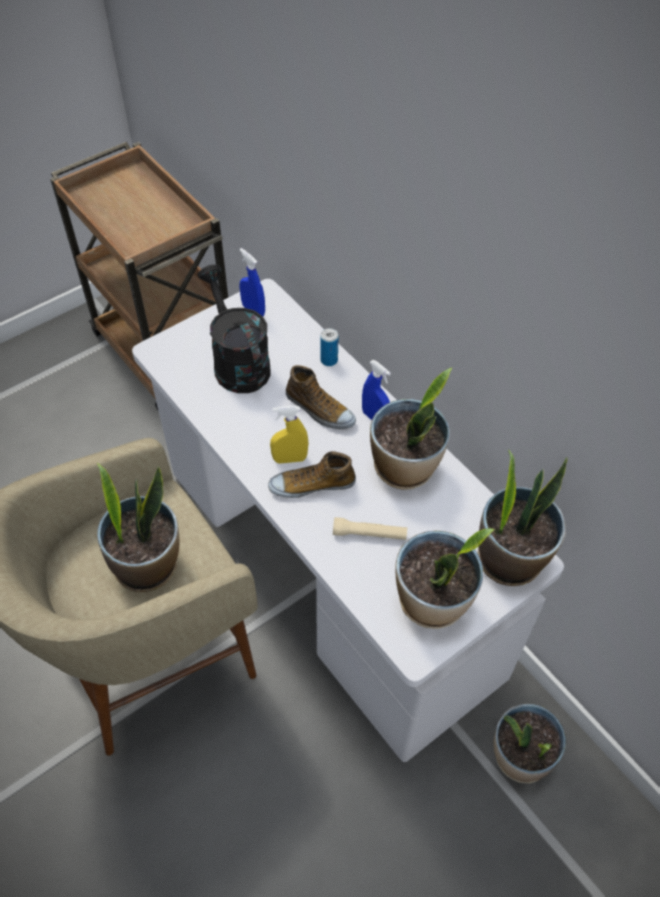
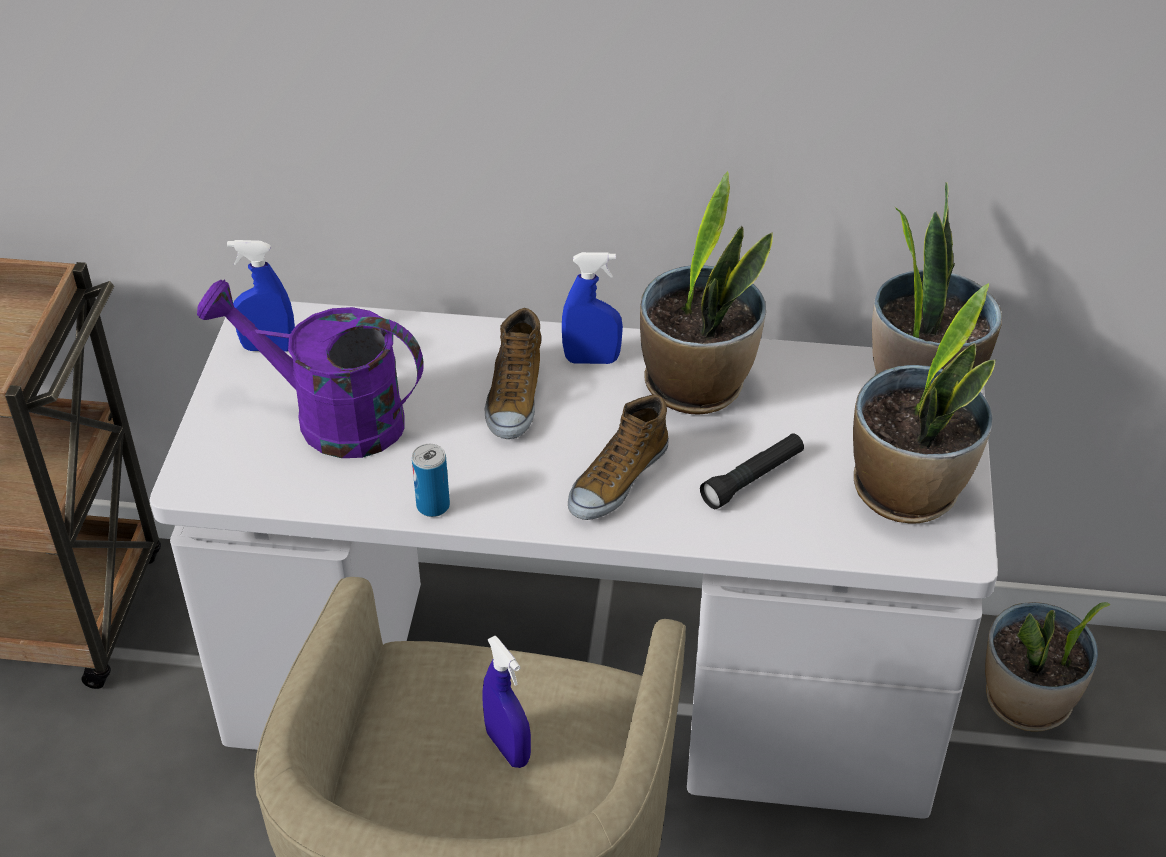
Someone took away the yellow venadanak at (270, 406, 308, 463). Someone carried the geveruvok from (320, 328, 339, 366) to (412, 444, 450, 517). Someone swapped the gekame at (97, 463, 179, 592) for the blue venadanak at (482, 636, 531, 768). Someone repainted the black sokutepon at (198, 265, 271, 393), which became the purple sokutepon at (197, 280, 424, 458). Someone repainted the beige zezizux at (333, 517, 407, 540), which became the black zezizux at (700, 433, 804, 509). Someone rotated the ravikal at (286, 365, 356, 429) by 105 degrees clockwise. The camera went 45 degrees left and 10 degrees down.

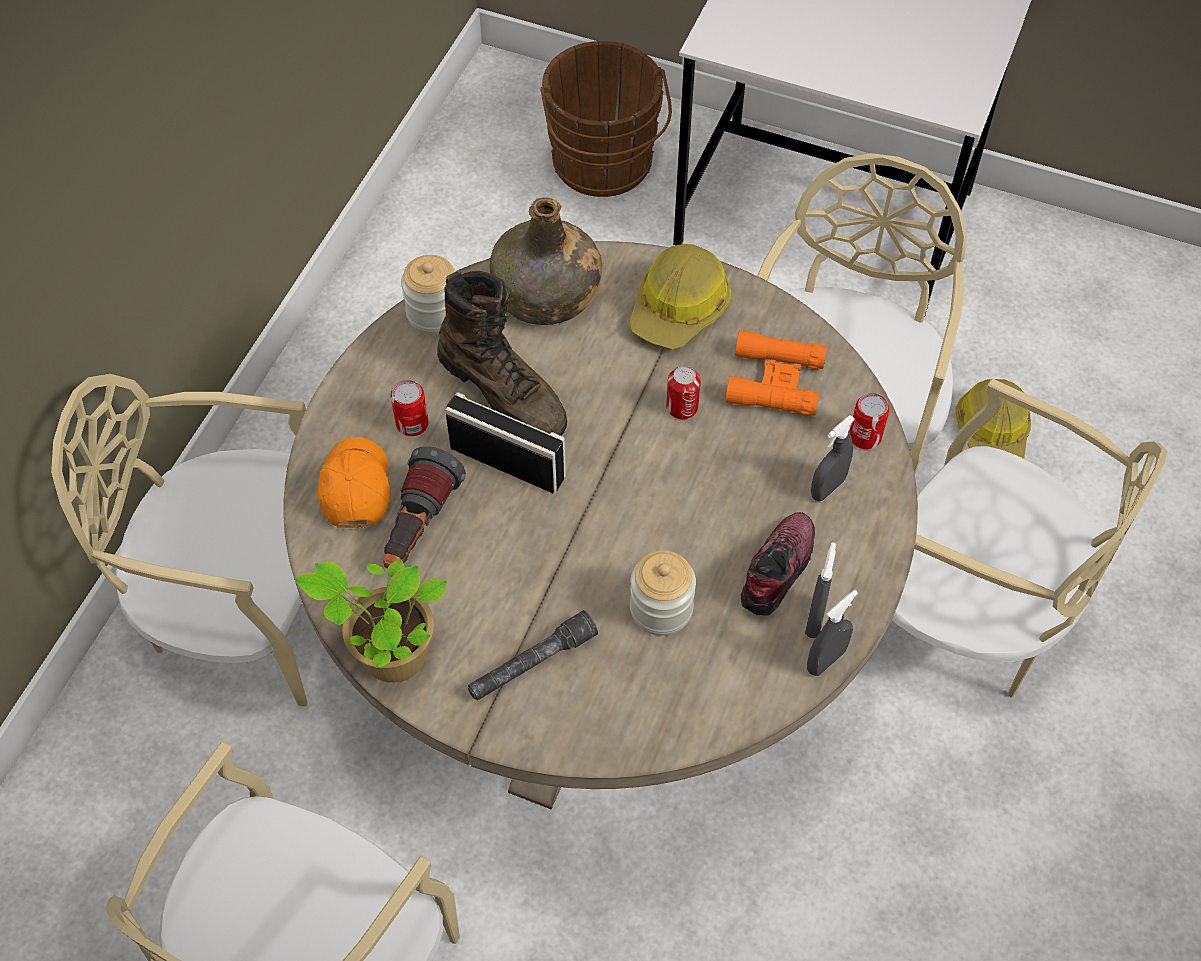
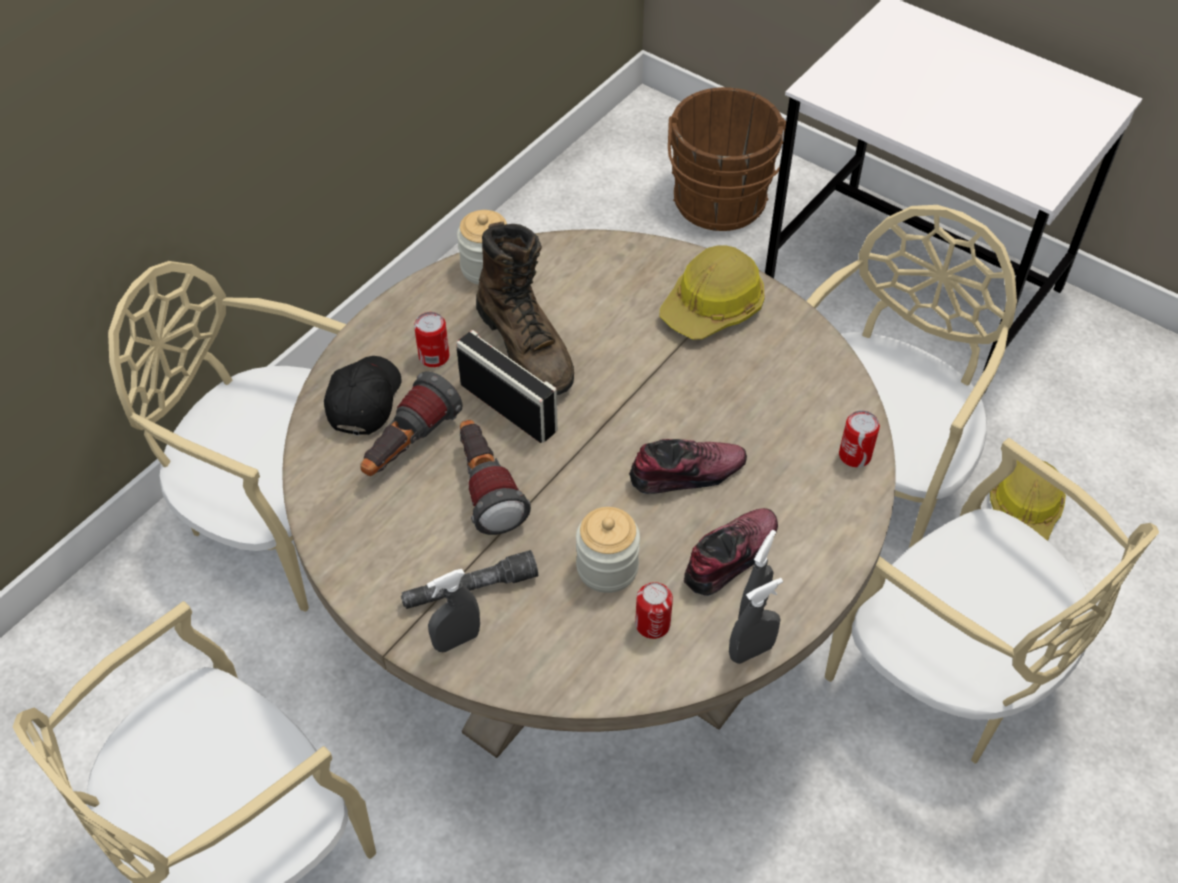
Someone took away the gekame at (295, 560, 447, 683). Someone took away the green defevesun at (490, 197, 602, 325). Someone took away the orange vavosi at (725, 330, 827, 416). Someone put down the zezizux at (460, 420, 531, 535). Someone put down the ravikal at (629, 439, 747, 494). Someone carried the geveruvok from (666, 366, 701, 419) to (635, 582, 673, 639). Someone carried the grey venadanak from (811, 415, 855, 501) to (427, 569, 480, 652). Someone repainted the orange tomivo at (318, 437, 391, 528), which became the black tomivo at (324, 356, 402, 436). The camera went 15 degrees right and 5 degrees down.

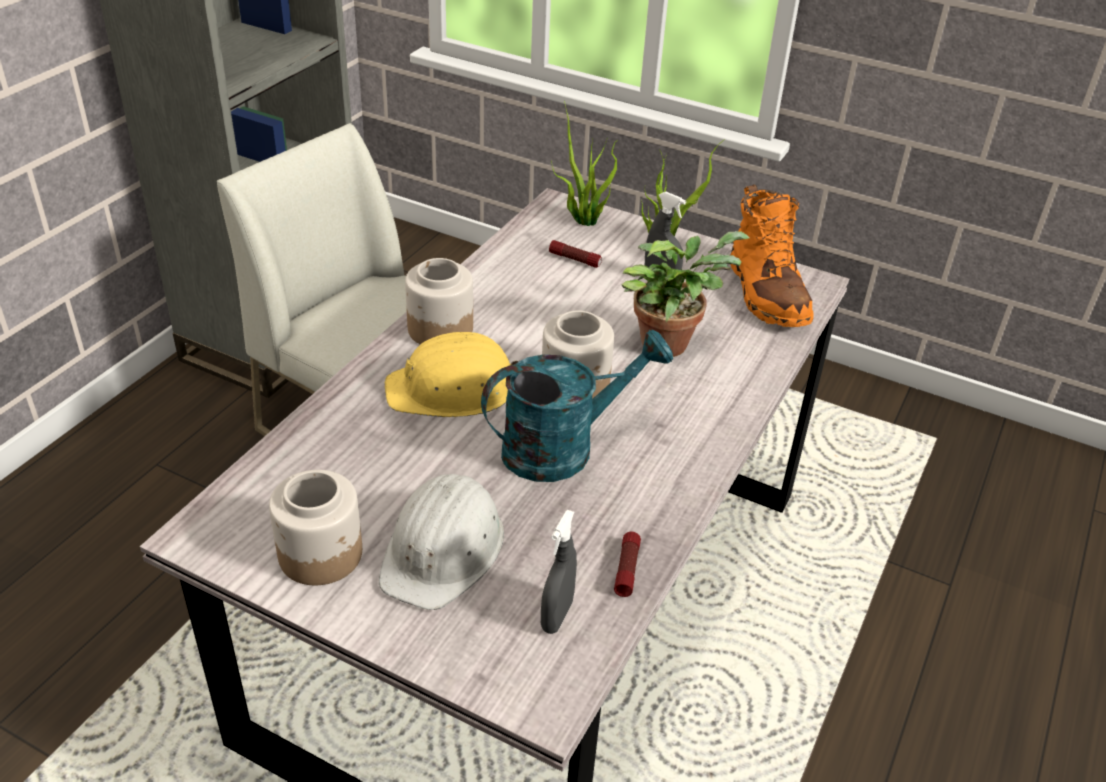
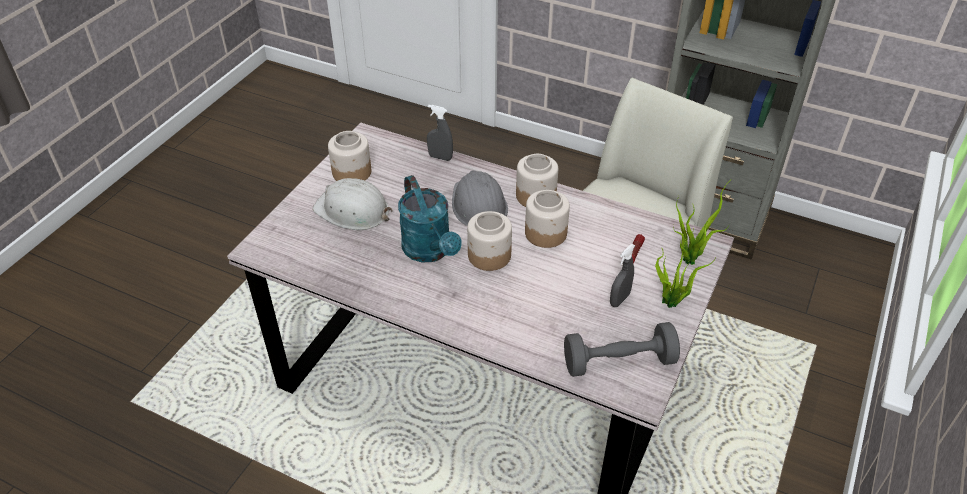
Someone took away the zezizux at (614, 531, 641, 597). Someone took away the gekame at (621, 231, 750, 357). Someone put down the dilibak at (525, 190, 570, 248). Someone carried the grey venadanak from (541, 510, 577, 634) to (427, 105, 453, 161). Someone swapped the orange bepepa at (730, 184, 814, 327) for the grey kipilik at (564, 322, 680, 377). Someone repainted the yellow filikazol at (385, 332, 519, 417), which became the grey filikazol at (452, 170, 508, 226). The camera went 90 degrees right and 5 degrees up.

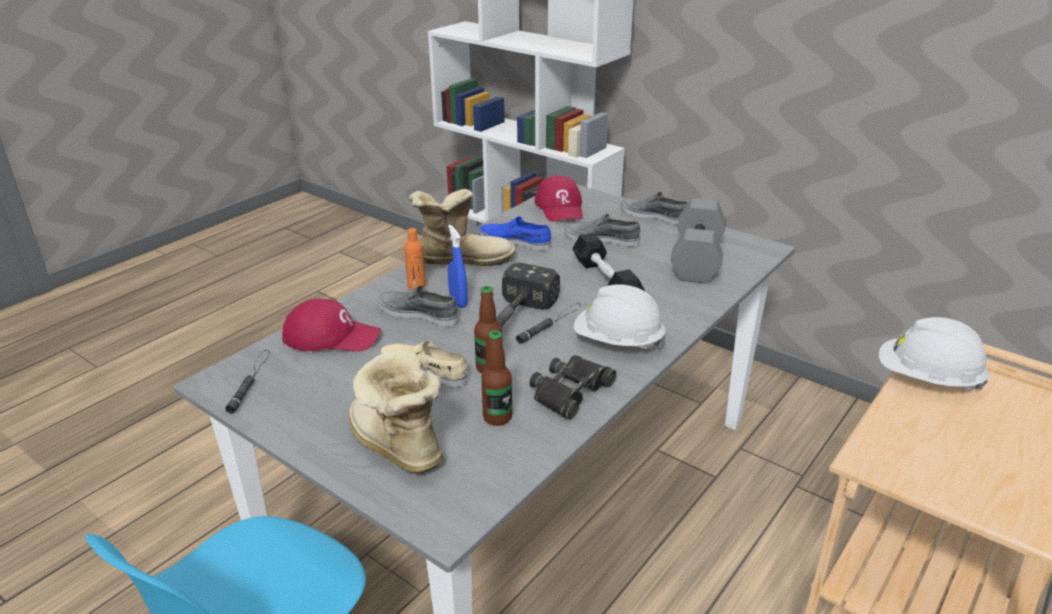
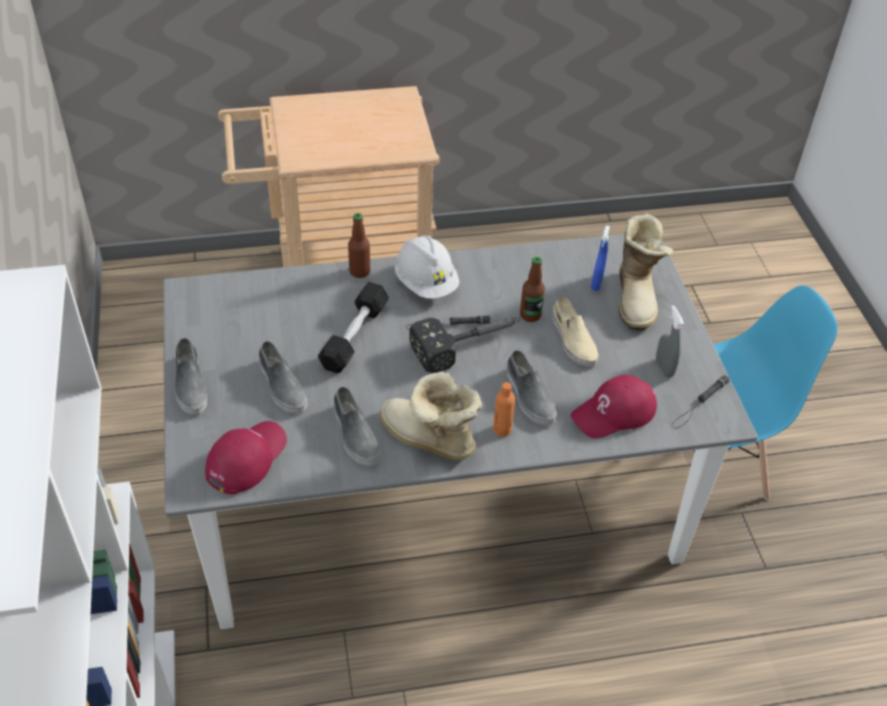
Someone took away the black vavosi at (530, 355, 617, 420). Someone took away the grey kipilik at (671, 198, 726, 283). Someone took away the white filikazol at (879, 317, 989, 390). Someone put down the grey venadanak at (656, 305, 684, 378). Someone carried the blue venadanak from (448, 225, 468, 308) to (591, 225, 610, 291). Someone carried the defevesun from (481, 330, 512, 426) to (348, 213, 370, 278). Someone repainted the blue ravikal at (479, 216, 551, 251), which became the grey ravikal at (334, 387, 380, 466). Someone rotated the red tomivo at (282, 299, 381, 352) by 75 degrees counterclockwise. The camera went 140 degrees left and 15 degrees up.

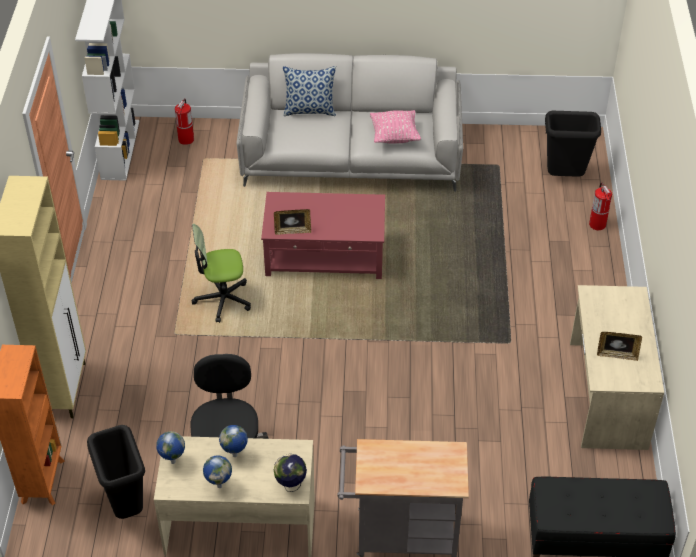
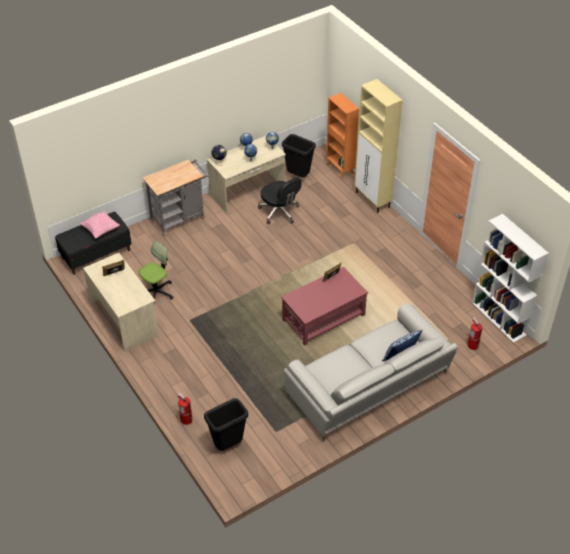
Someone carried the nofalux from (192, 224, 251, 323) to (139, 241, 174, 305). Someone carried the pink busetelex from (370, 110, 421, 143) to (80, 211, 120, 239). The camera went 145 degrees right and 0 degrees up.

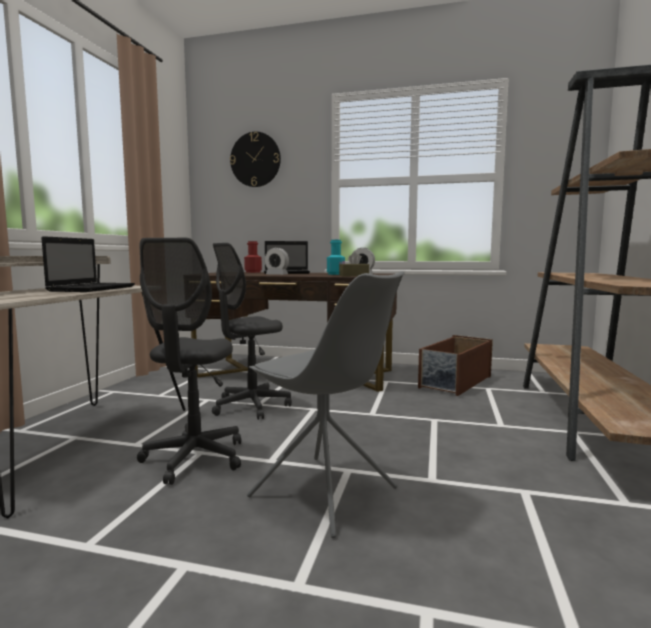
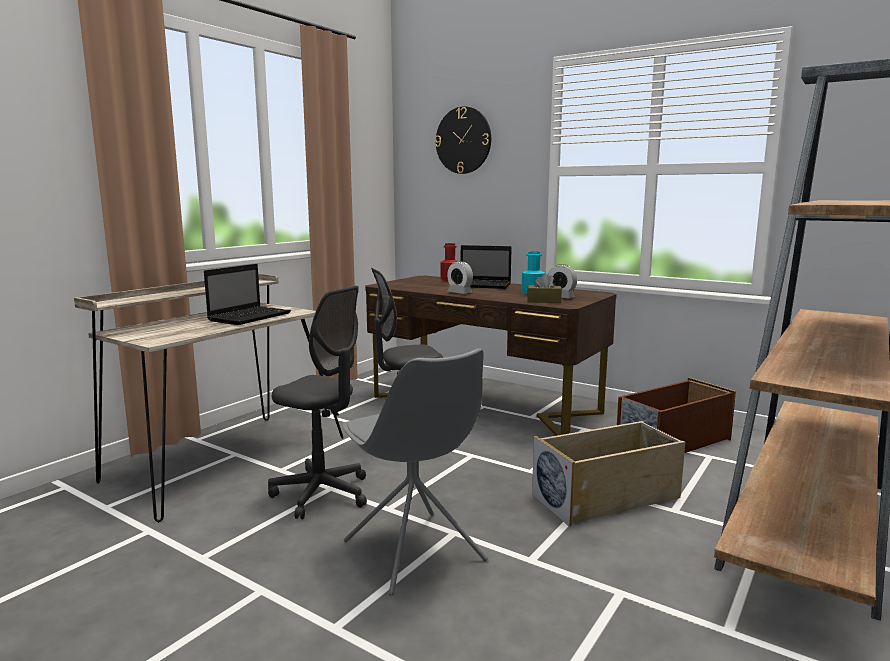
Someone put down the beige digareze at (532, 421, 685, 527). Someone rotated the grey nofalux at (137, 238, 241, 485) by 90 degrees counterclockwise. The camera went 20 degrees right and 5 degrees up.

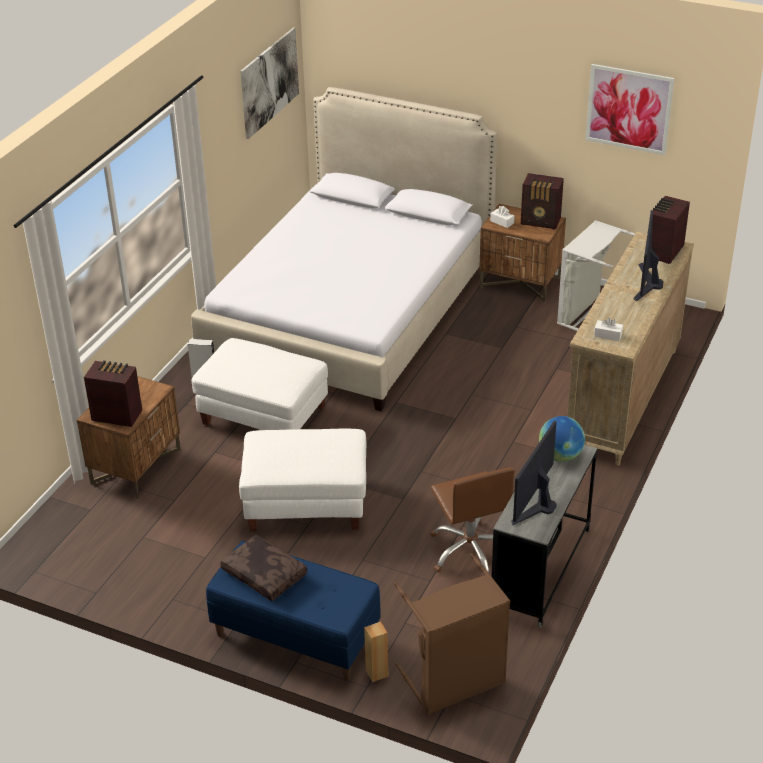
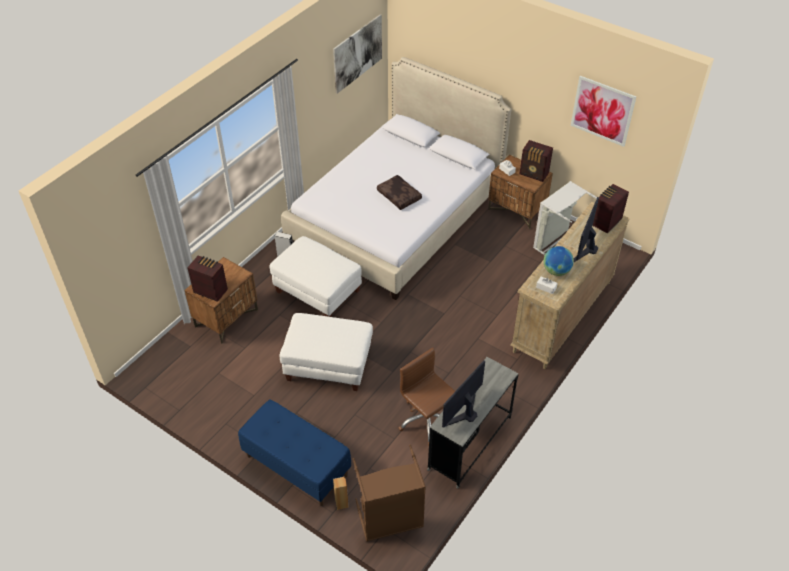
Someone carried the brown busetelex from (220, 535, 307, 601) to (377, 175, 422, 210). Someone carried the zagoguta from (539, 416, 585, 462) to (543, 246, 574, 276). Someone rotated the brown nofalux at (430, 467, 515, 574) by 150 degrees clockwise. The camera went 10 degrees right and 10 degrees up.

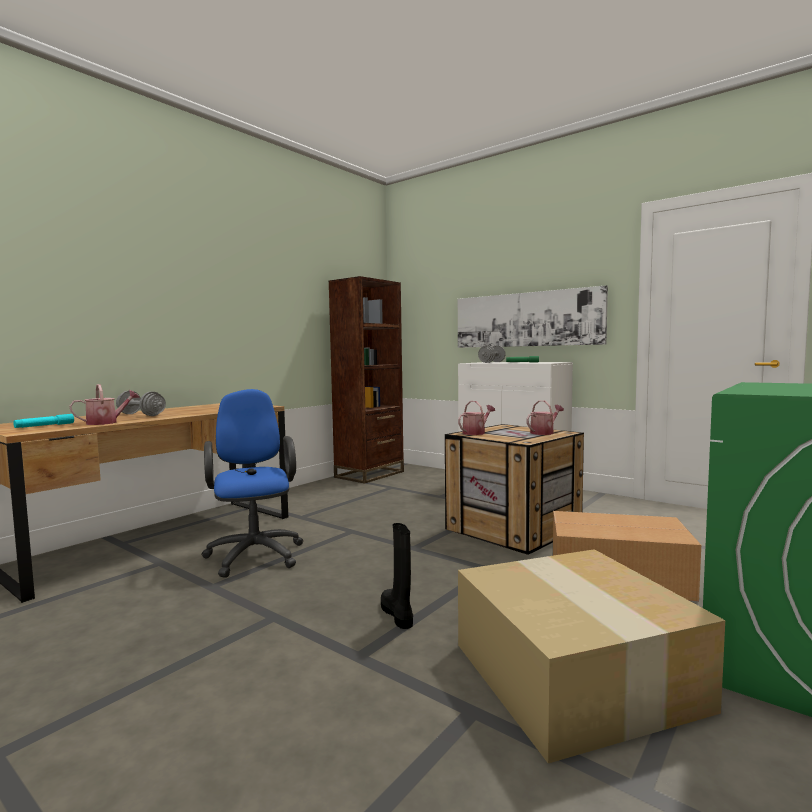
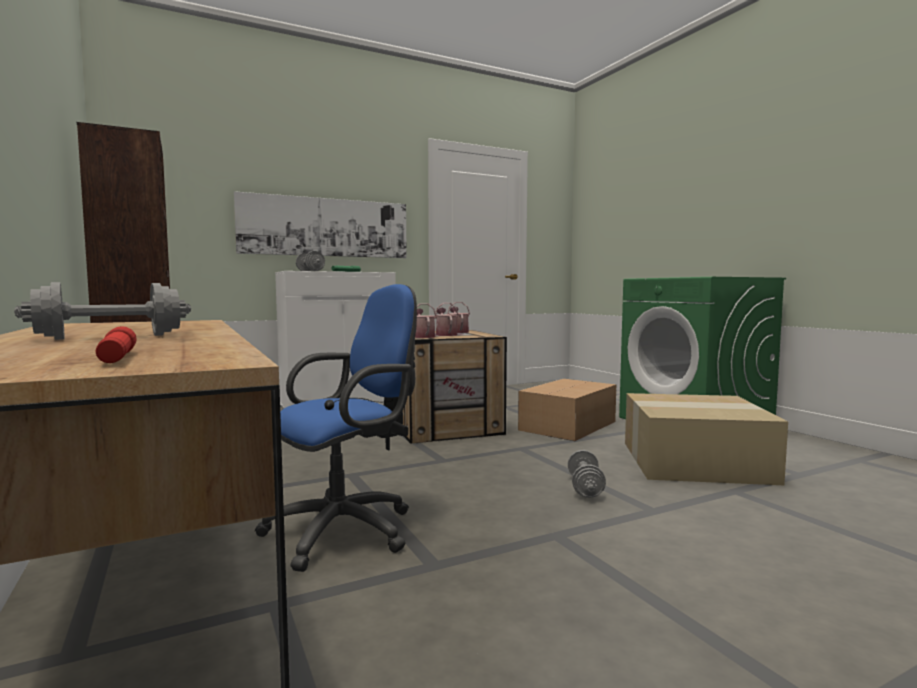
Someone carried the sokutepon from (69, 384, 140, 425) to (434, 303, 459, 336). Someone swapped the black bepepa at (381, 523, 413, 629) for the grey kipilik at (568, 450, 606, 498). Someone repainted the turquoise zezizux at (13, 414, 74, 428), which became the red zezizux at (96, 326, 137, 363). Someone rotated the blue nofalux at (201, 389, 303, 578) by 135 degrees clockwise. The camera went 65 degrees left and 0 degrees up.

